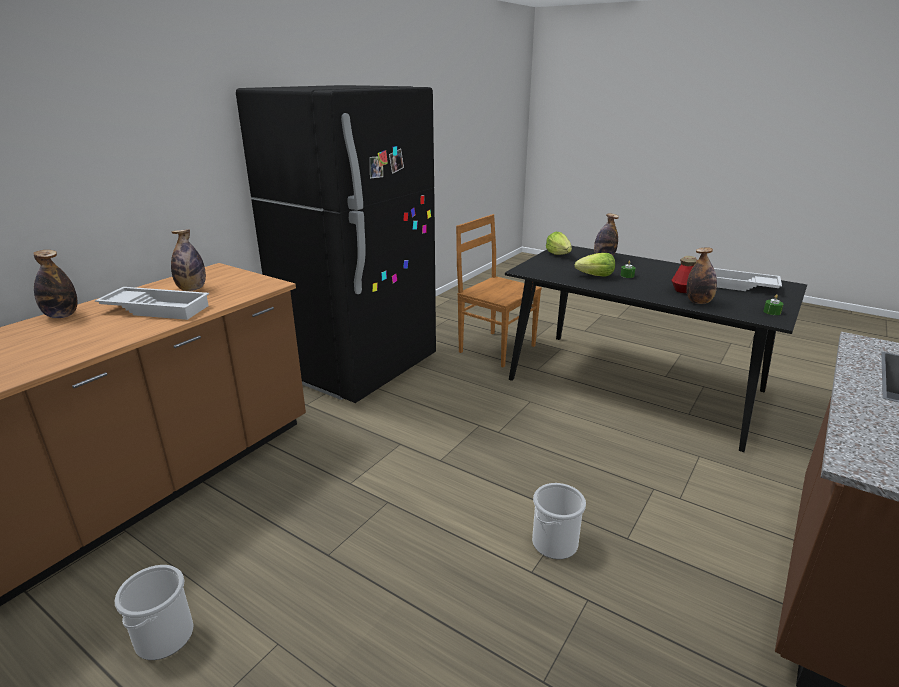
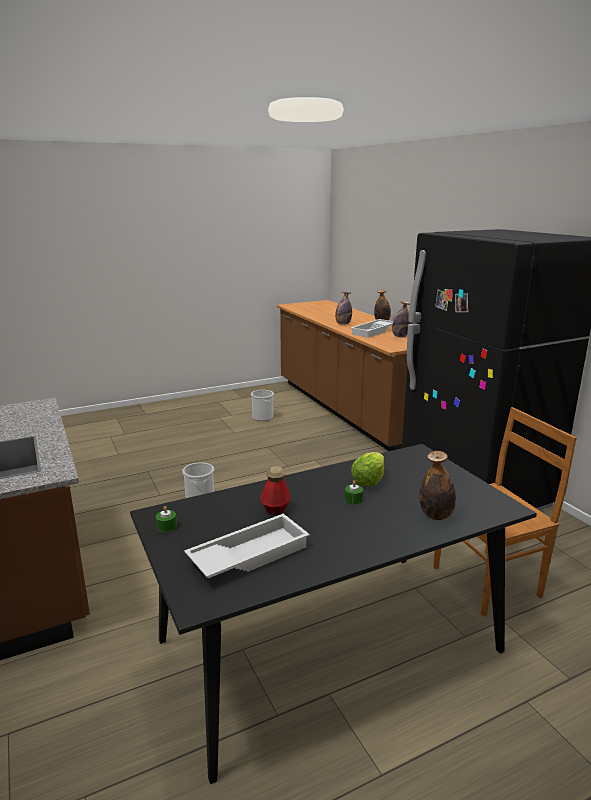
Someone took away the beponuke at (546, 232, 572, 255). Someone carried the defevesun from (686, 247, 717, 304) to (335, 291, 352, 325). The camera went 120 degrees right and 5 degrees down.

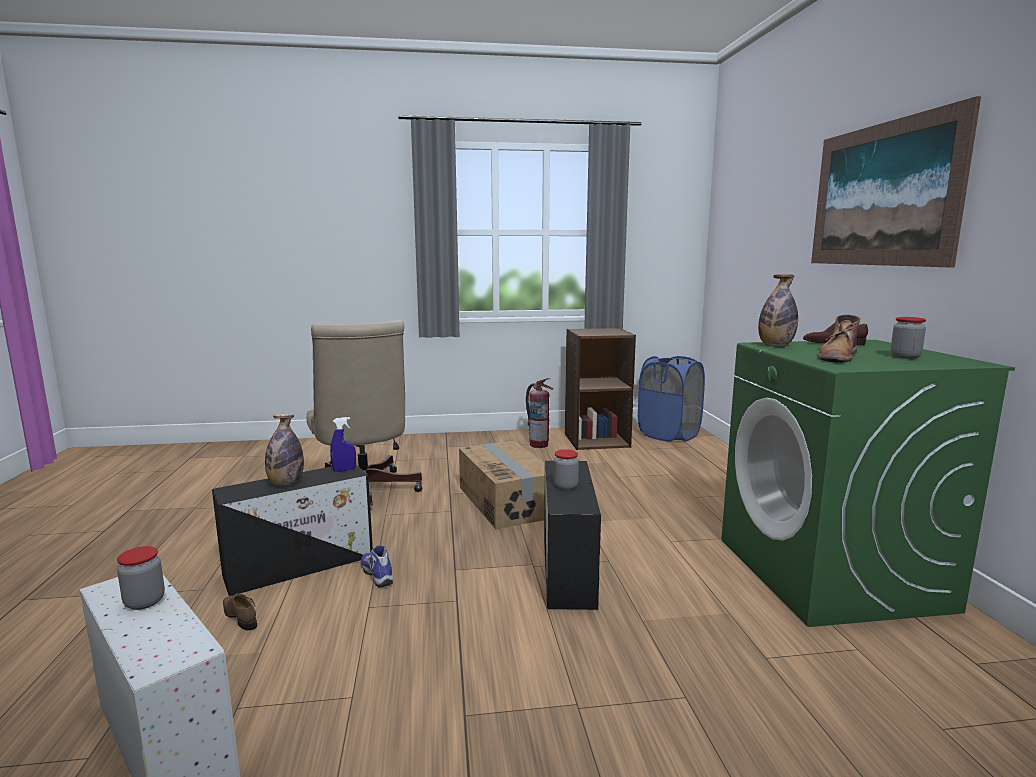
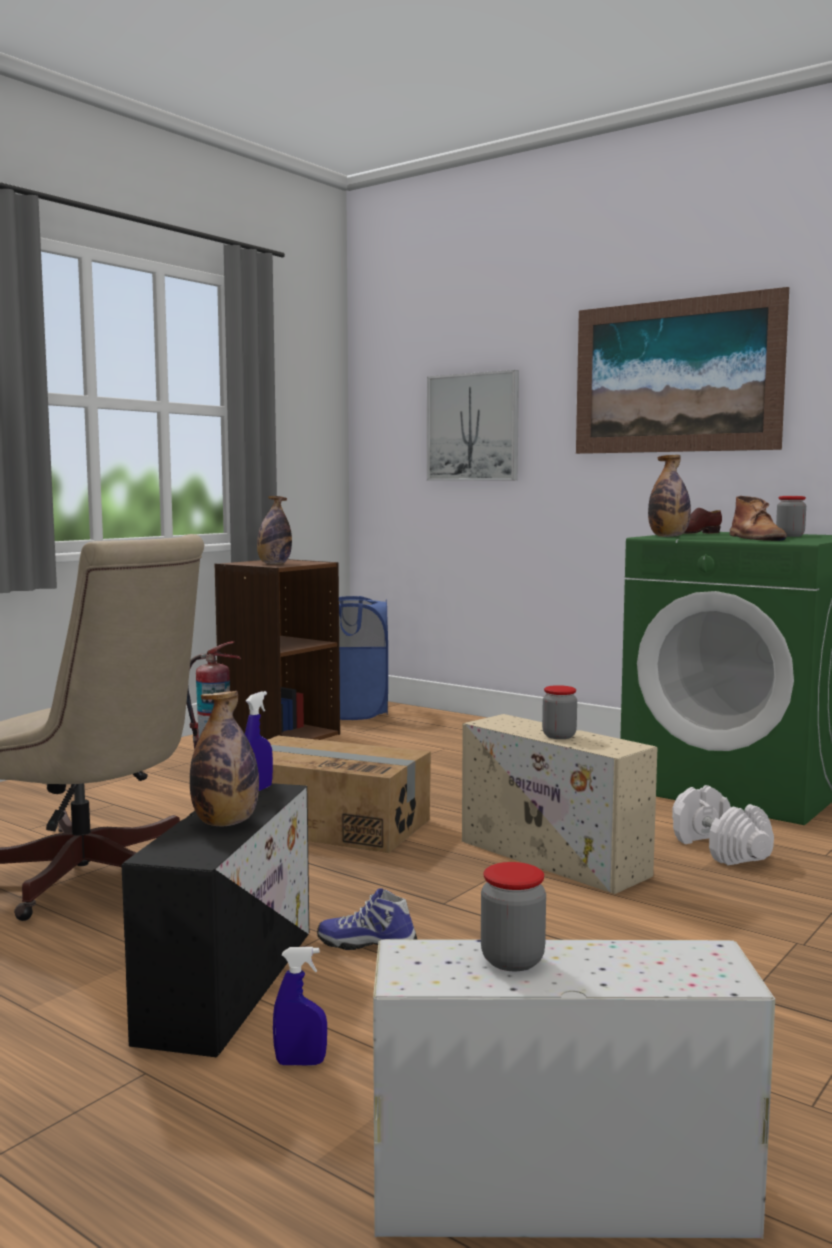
Someone put down the defevesun at (257, 496, 292, 564). Someone put up the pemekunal at (427, 370, 519, 481). Someone put down the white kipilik at (672, 785, 774, 865). Someone swapped the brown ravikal at (223, 593, 257, 630) for the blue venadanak at (273, 947, 327, 1065). Someone repainted the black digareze at (544, 461, 601, 610), which became the beige digareze at (462, 714, 658, 894). The camera went 45 degrees left and 5 degrees down.

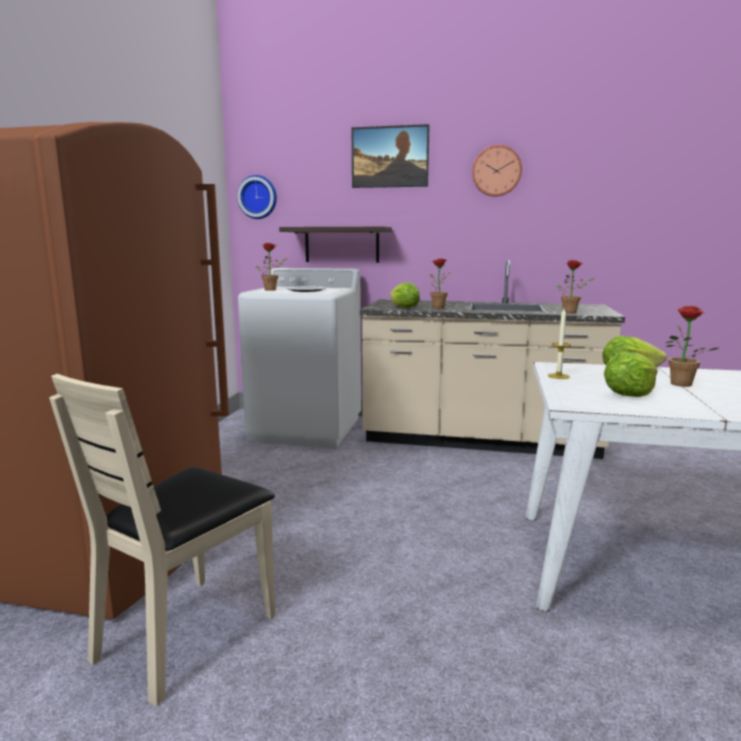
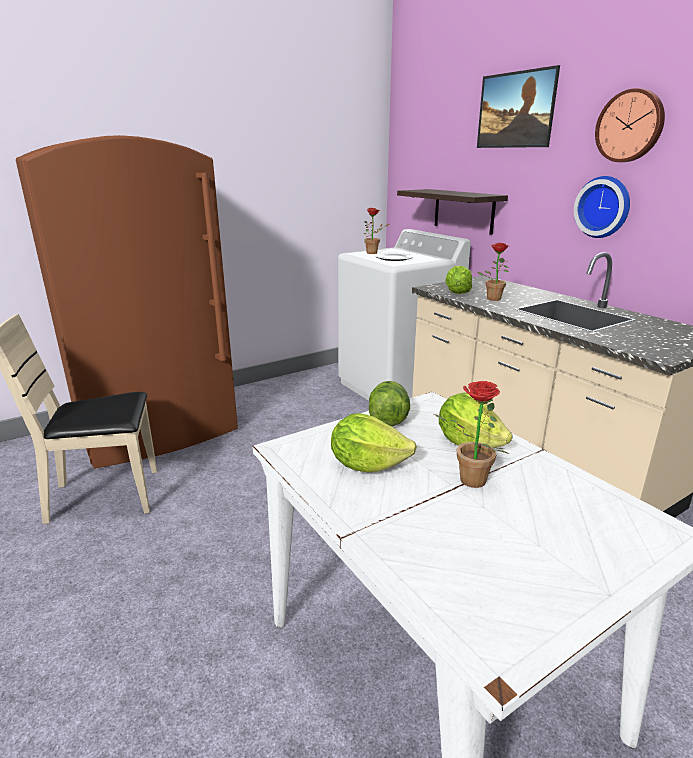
Someone took away the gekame at (557, 260, 595, 314). Someone carried the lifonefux from (237, 175, 277, 219) to (574, 176, 630, 238). Someone swapped the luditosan at (548, 309, 571, 379) for the beponuke at (369, 381, 410, 426). The camera went 45 degrees right and 10 degrees up.

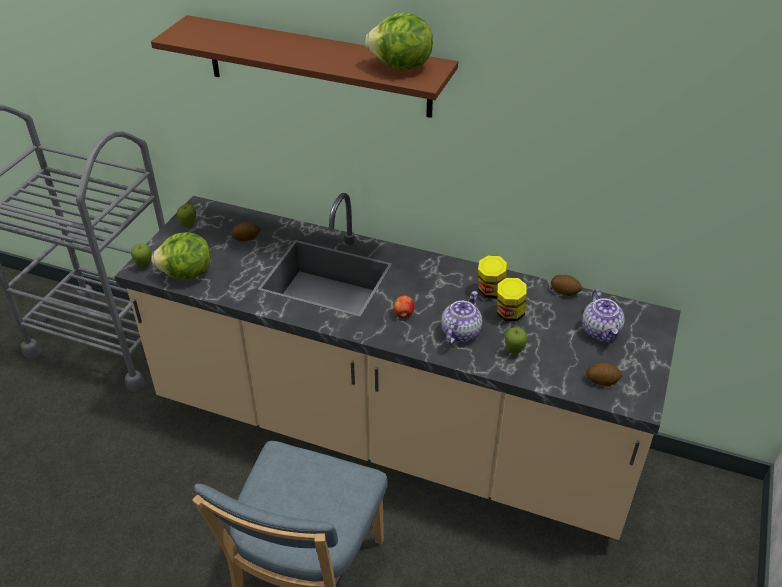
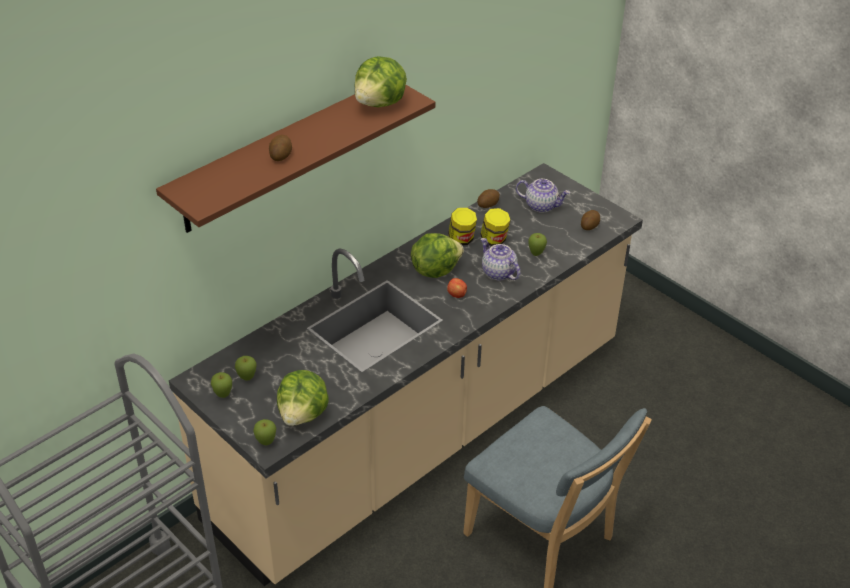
Someone put down the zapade at (235, 356, 256, 381). Someone put down the beponuke at (411, 233, 464, 278). Someone carried the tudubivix from (231, 222, 260, 241) to (269, 135, 292, 161). The camera went 65 degrees left and 0 degrees up.

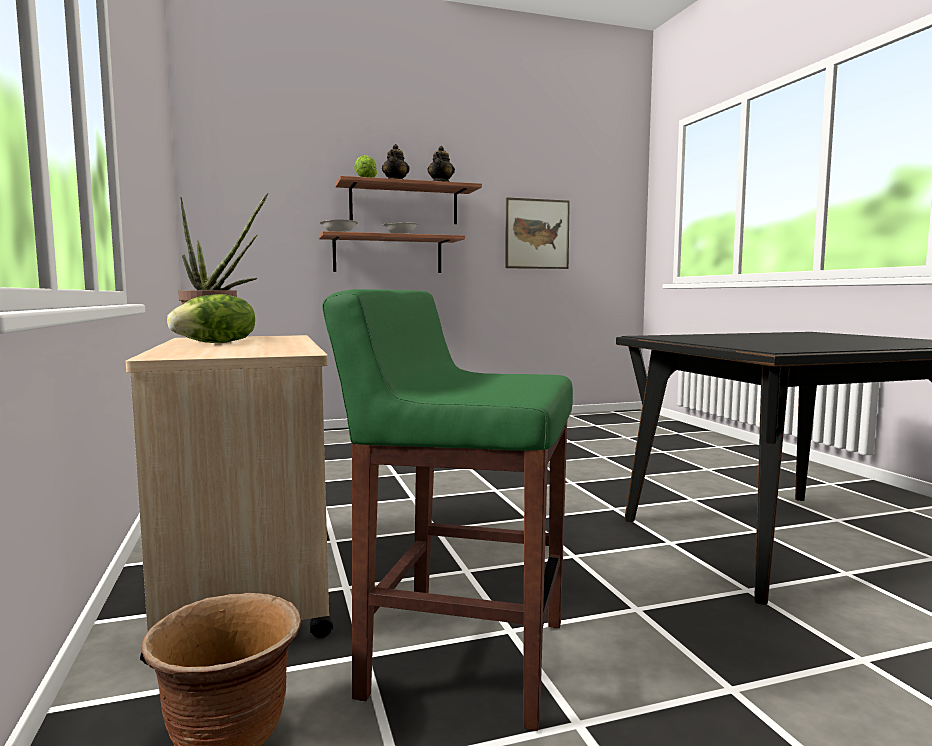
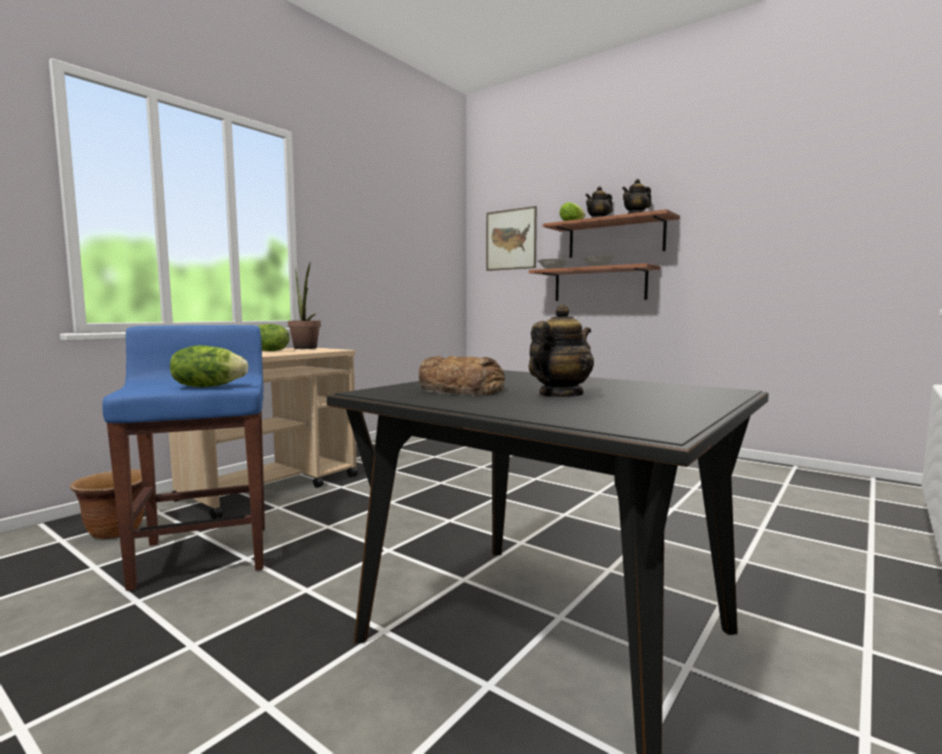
Someone put down the beponuke at (170, 345, 248, 387). Someone put down the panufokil at (419, 356, 505, 396). Someone put down the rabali at (528, 304, 594, 397). Someone carried the pemekunal from (505, 197, 570, 269) to (486, 206, 537, 271). Someone repainted the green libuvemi at (322, 289, 573, 731), which became the blue libuvemi at (102, 325, 265, 591). The camera went 55 degrees right and 0 degrees up.

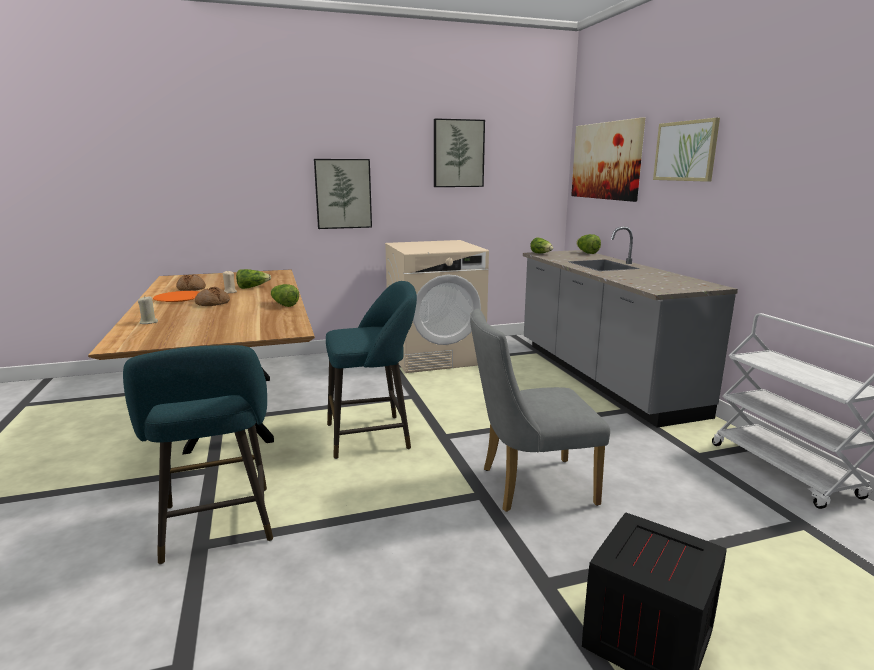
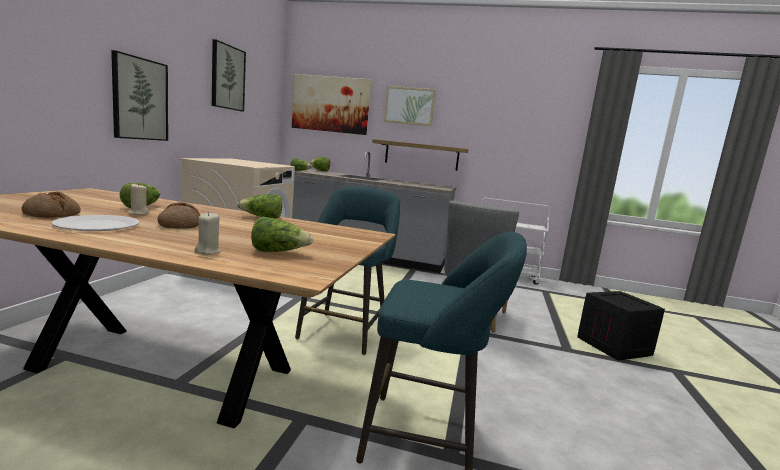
Someone put down the beponuke at (251, 217, 313, 252). Someone put up the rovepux at (372, 139, 468, 171). Someone repainted the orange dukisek at (153, 291, 199, 302), which became the white dukisek at (51, 215, 140, 231). The camera went 60 degrees left and 5 degrees down.

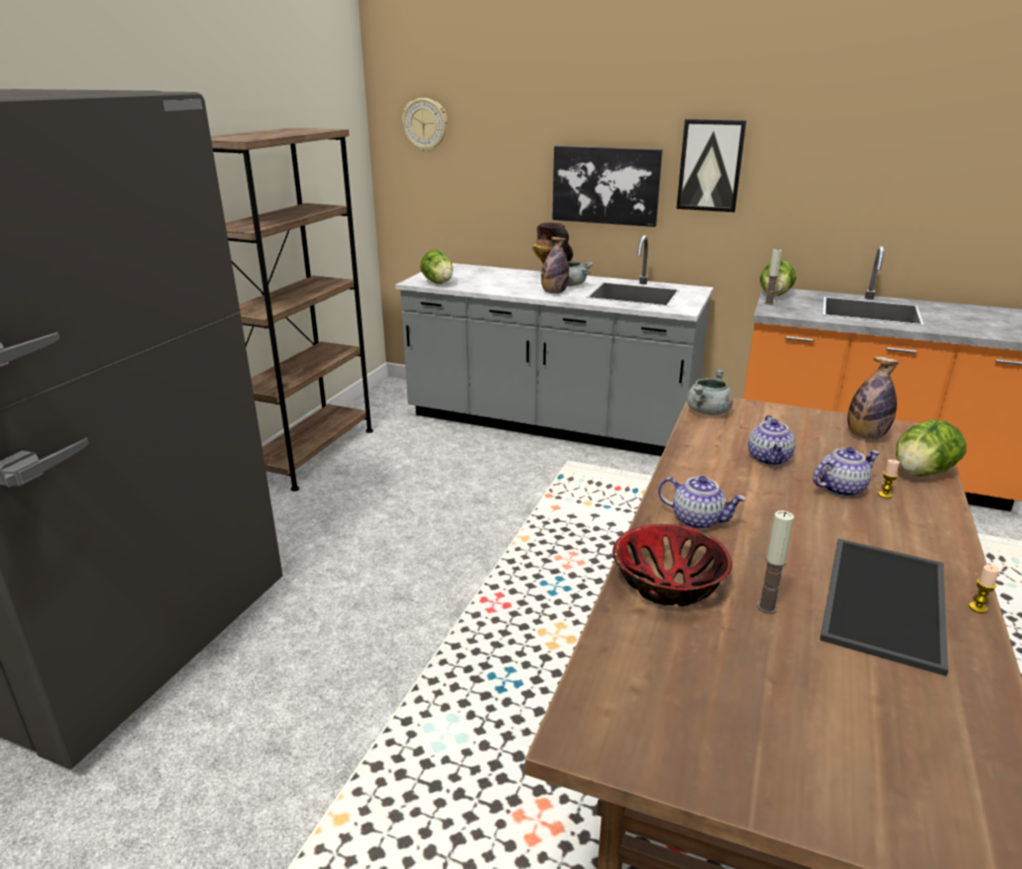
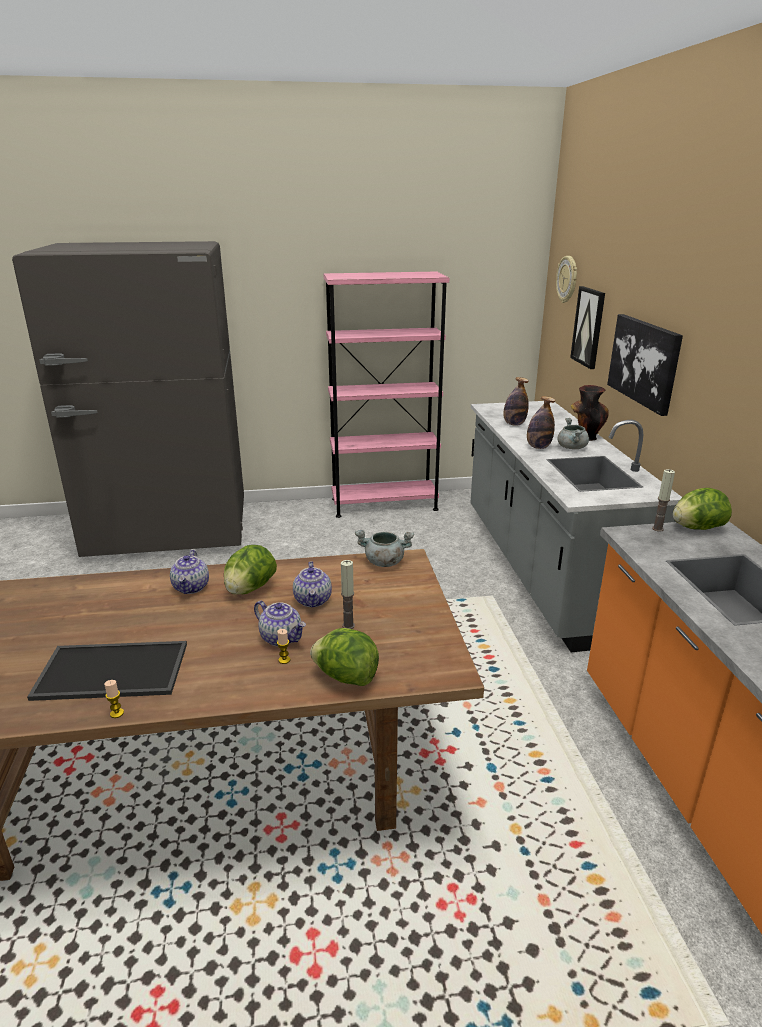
Someone took away the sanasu at (612, 524, 732, 606). Someone carried the beponuke from (420, 249, 453, 284) to (224, 545, 277, 594). Someone carried the pemekunal from (677, 119, 747, 212) to (570, 286, 605, 369). Someone carried the luditosan from (757, 511, 794, 614) to (341, 560, 355, 629). Someone carried the defevesun from (847, 356, 899, 439) to (504, 377, 529, 426). Someone repainted the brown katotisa at (211, 128, 373, 491), which became the pink katotisa at (324, 271, 449, 518). Someone rotated the rabali at (748, 415, 795, 465) by 75 degrees counterclockwise. The camera went 60 degrees right and 0 degrees up.

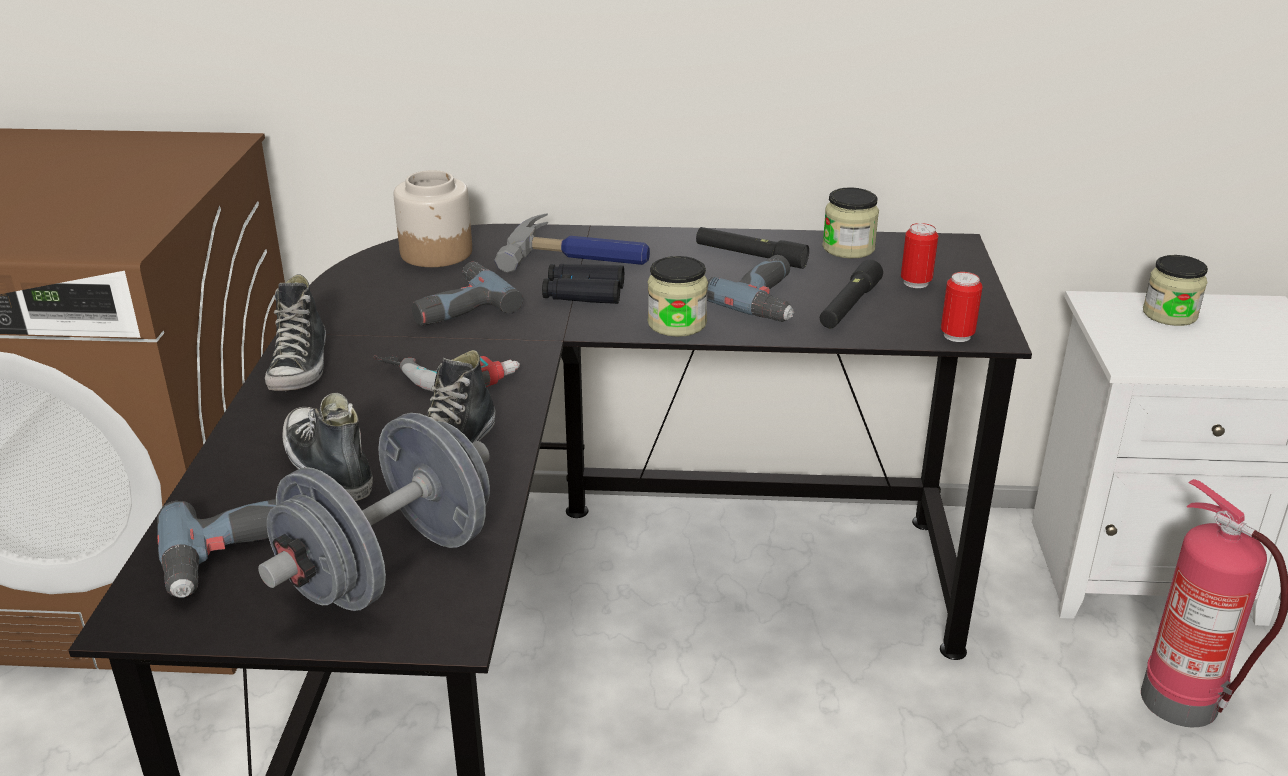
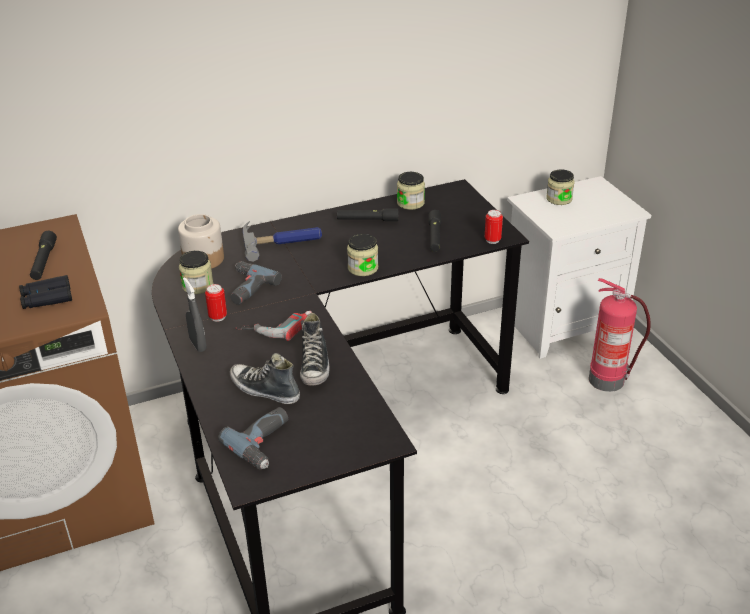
Someone took away the grey kipilik at (258, 413, 490, 611). Someone took away the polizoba at (707, 255, 794, 322). Someone put down the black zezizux at (30, 231, 57, 280). Someone put down the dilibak at (179, 251, 214, 294). Someone carried the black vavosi from (542, 264, 624, 304) to (19, 275, 72, 309). Someone carried the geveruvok from (901, 223, 938, 288) to (205, 284, 227, 322). Someone swapped the ravikal at (265, 274, 326, 392) for the grey venadanak at (183, 277, 207, 352). The camera went 25 degrees left and 5 degrees up.

